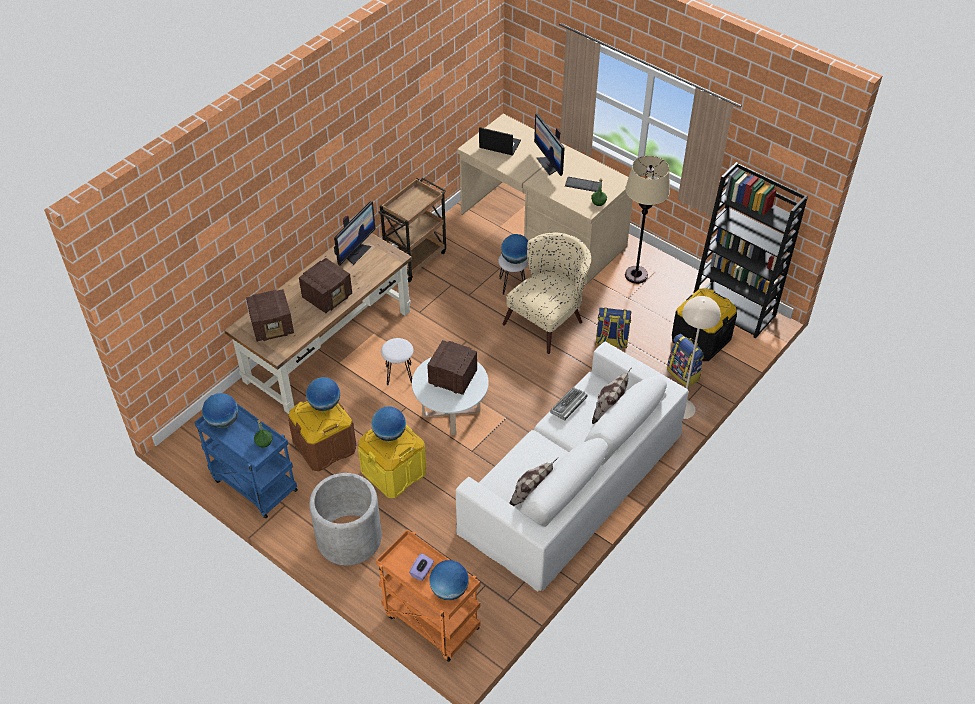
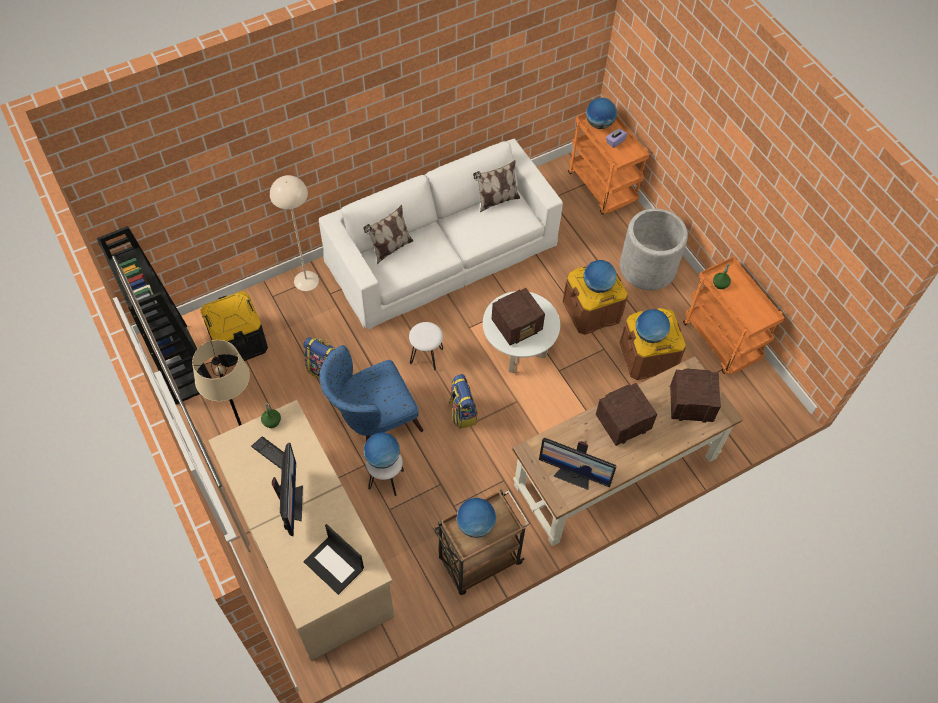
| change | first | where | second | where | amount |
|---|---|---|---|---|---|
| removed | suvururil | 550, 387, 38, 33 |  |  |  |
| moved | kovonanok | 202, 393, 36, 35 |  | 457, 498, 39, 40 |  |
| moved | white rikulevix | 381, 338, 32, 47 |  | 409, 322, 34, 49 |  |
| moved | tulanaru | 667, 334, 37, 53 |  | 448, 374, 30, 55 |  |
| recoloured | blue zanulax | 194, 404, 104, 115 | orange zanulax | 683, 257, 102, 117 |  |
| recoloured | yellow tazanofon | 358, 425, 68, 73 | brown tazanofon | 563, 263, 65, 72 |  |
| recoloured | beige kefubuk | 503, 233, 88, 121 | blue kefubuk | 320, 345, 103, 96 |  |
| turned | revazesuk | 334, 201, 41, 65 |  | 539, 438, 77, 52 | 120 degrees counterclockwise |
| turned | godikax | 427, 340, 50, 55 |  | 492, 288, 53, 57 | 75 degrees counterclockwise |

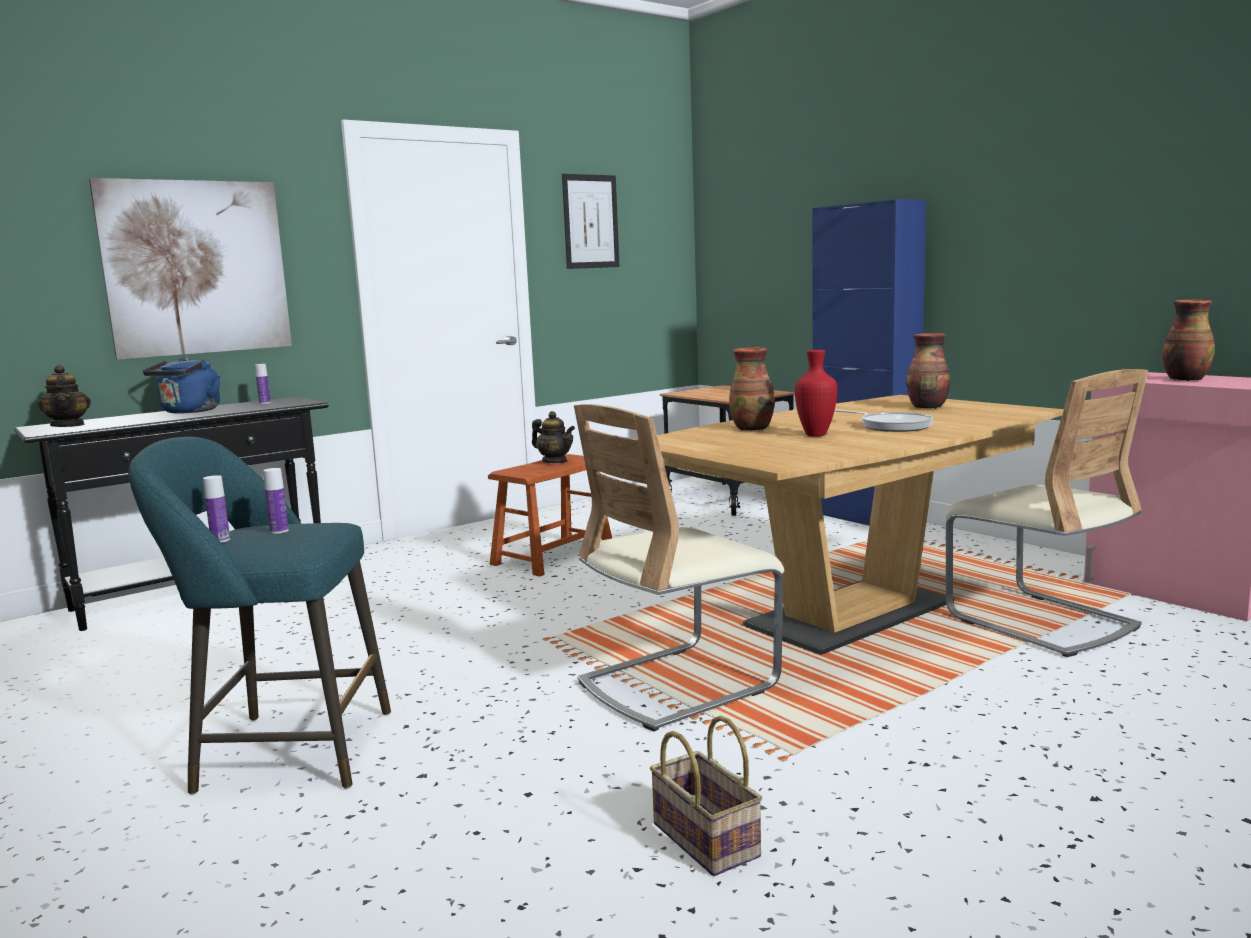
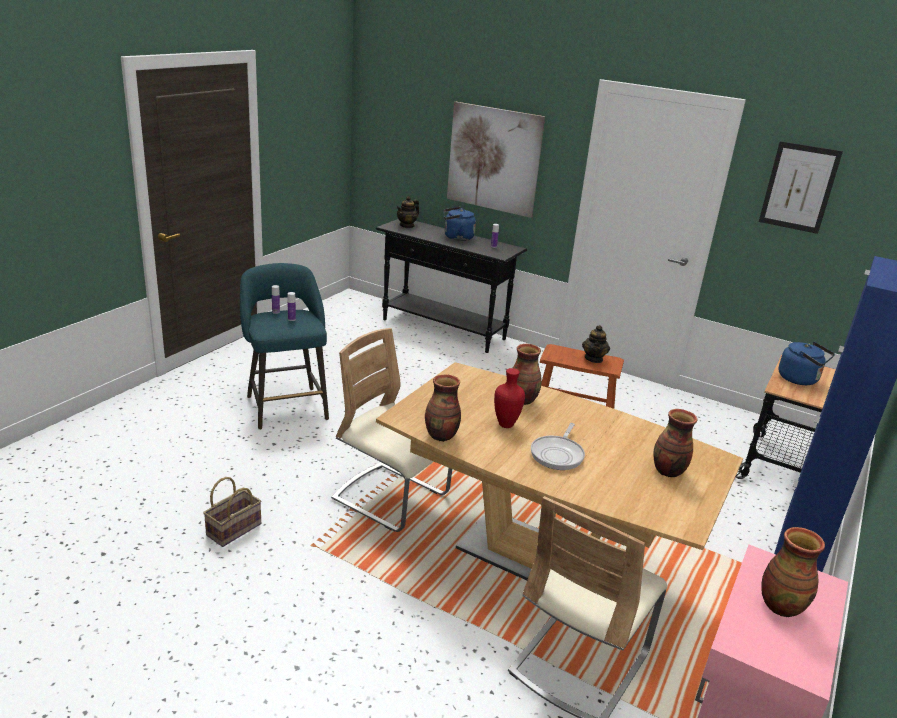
| change | first | where | second | where | amount |
|---|---|---|---|---|---|
| added |  |  | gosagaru | 425, 374, 36, 68 |  |
| added |  |  | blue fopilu | 778, 342, 57, 43 |  |

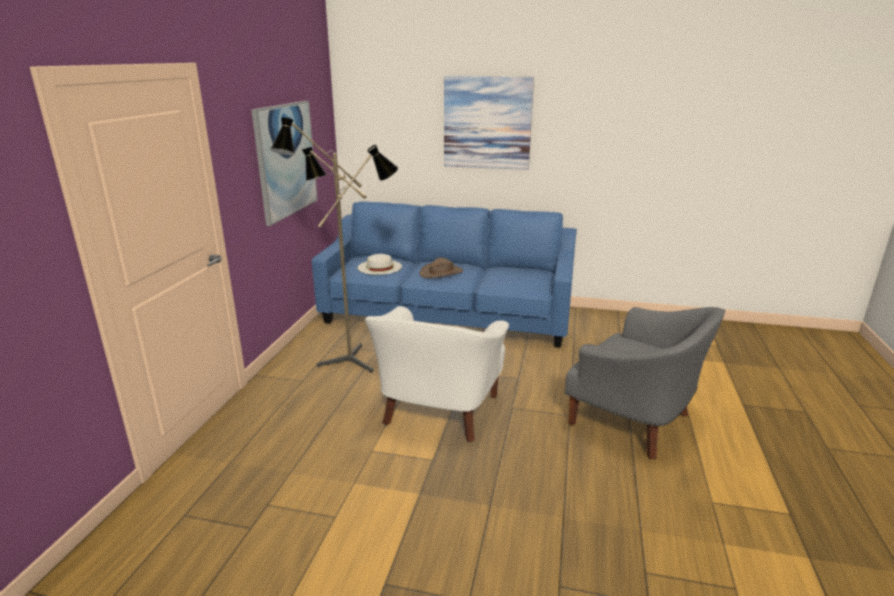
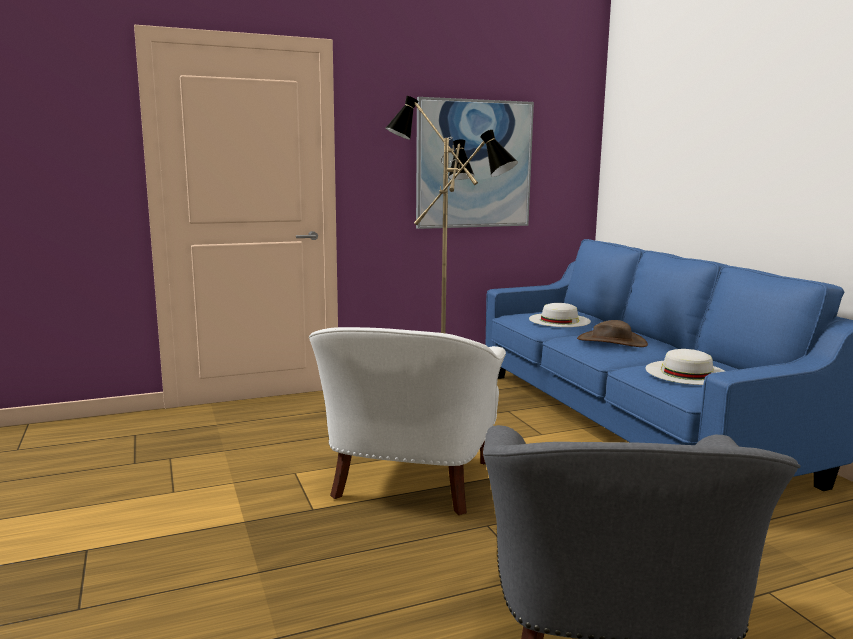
| change | first | where | second | where | amount |
|---|---|---|---|---|---|
| removed | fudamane | 444, 76, 90, 94 |  |  |  |
| added |  |  | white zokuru | 646, 349, 79, 36 |  |
| turned | white kefubuk | 365, 306, 144, 136 |  | 309, 327, 197, 188 | 60 degrees counterclockwise |

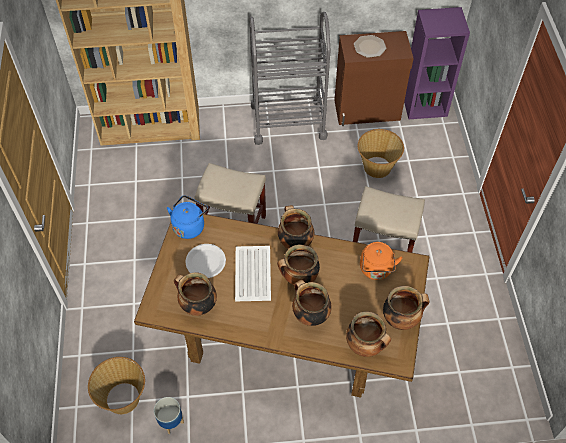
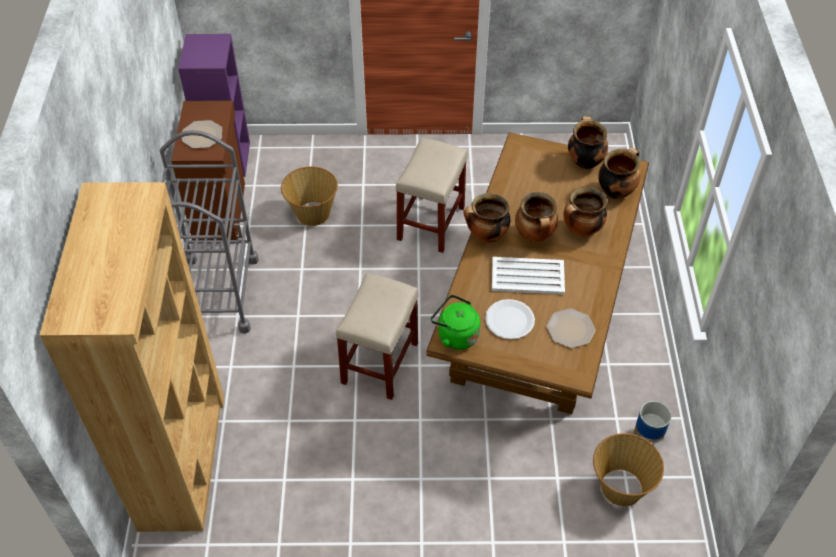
| change | first | where | second | where | amount |
|---|---|---|---|---|---|
| removed | orange fopilu | 360, 242, 43, 38 |  |  |  |
| replaced | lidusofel | 174, 272, 43, 44 | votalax | 546, 309, 49, 39 |  |
| recoloured | blue fopilu | 167, 195, 41, 44 | green fopilu | 431, 295, 49, 55 |  |

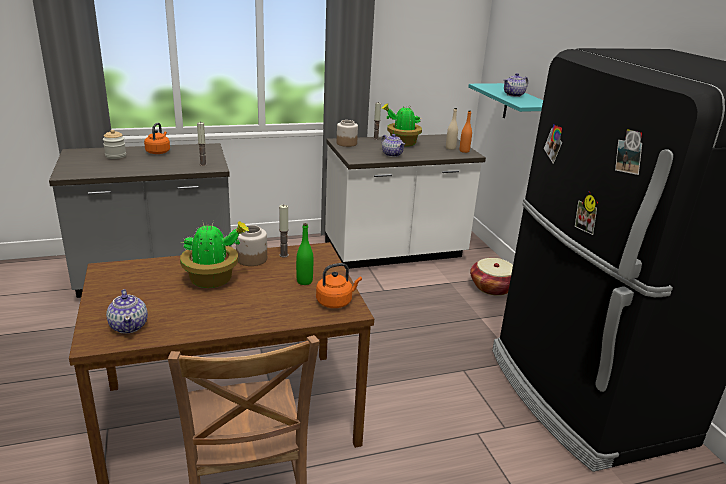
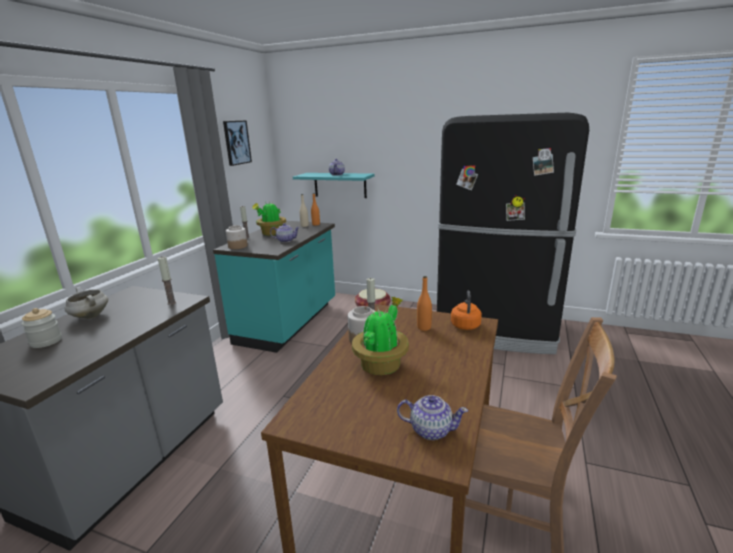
| change | first | where | second | where | amount |
|---|---|---|---|---|---|
| added |  |  | fudamane | 223, 120, 29, 46 |  |
| replaced | orange fopilu | 144, 123, 26, 31 | white lidusofel | 64, 286, 44, 33 |  |
| recoloured | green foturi | 296, 223, 17, 62 | orange foturi | 417, 276, 15, 55 |  |
| recoloured | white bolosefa | 325, 134, 161, 135 | turquoise bolosefa | 213, 221, 122, 132 |  |

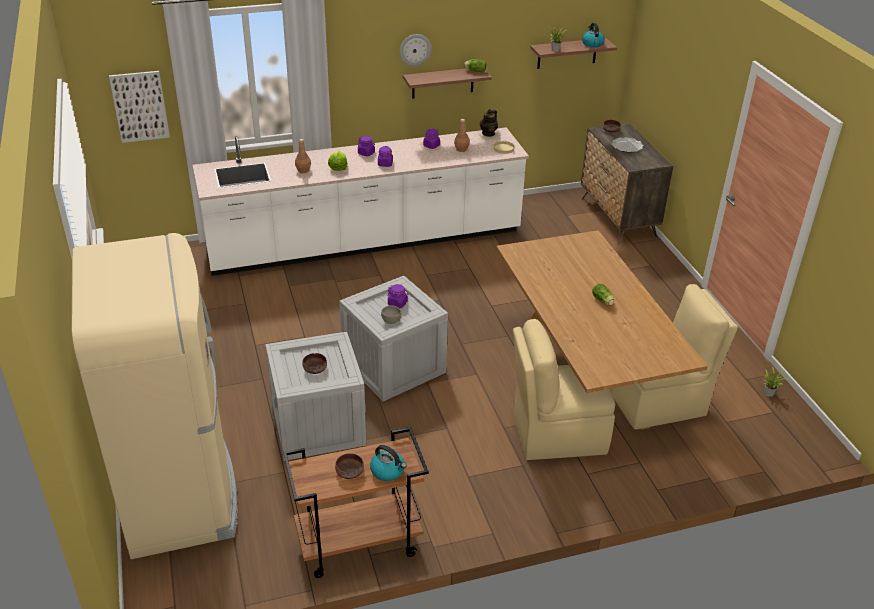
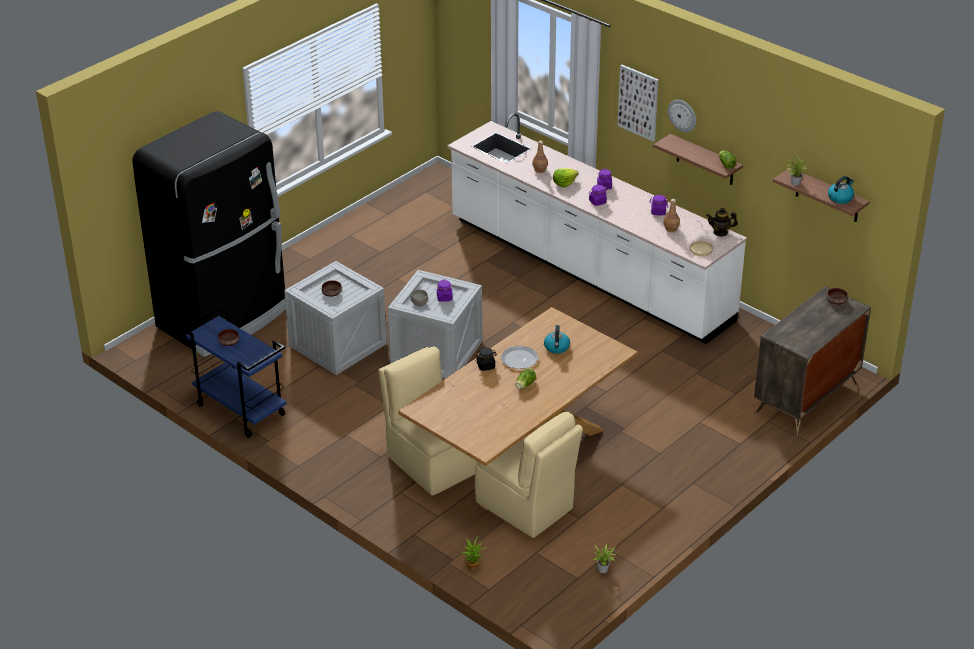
| change | first | where | second | where | amount |
|---|---|---|---|---|---|
| added |  |  | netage | 462, 536, 25, 34 |  |
| added |  |  | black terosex | 476, 347, 21, 24 |  |
| moved | fudamane | 109, 71, 61, 72 |  | 617, 65, 42, 77 |  |
| moved | fopilu | 370, 445, 37, 36 |  | 544, 325, 26, 29 |  |
| moved | votalax | 611, 137, 33, 16 |  | 501, 346, 38, 23 |  |
| recoloured | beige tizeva | 71, 233, 167, 326 | black tizeva | 132, 111, 154, 246 |  |
| recoloured | brown zanulax | 283, 427, 146, 151 | blue zanulax | 181, 307, 106, 131 |  |

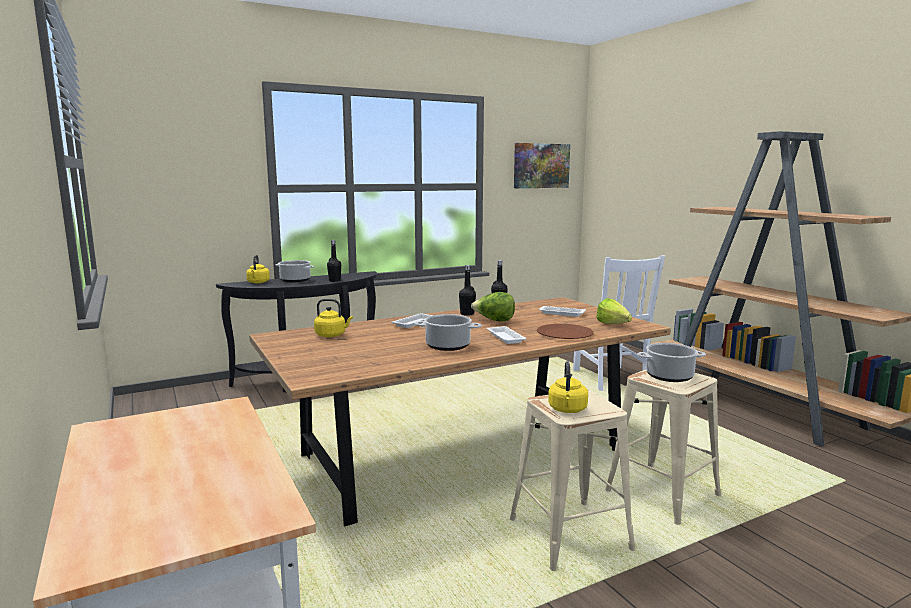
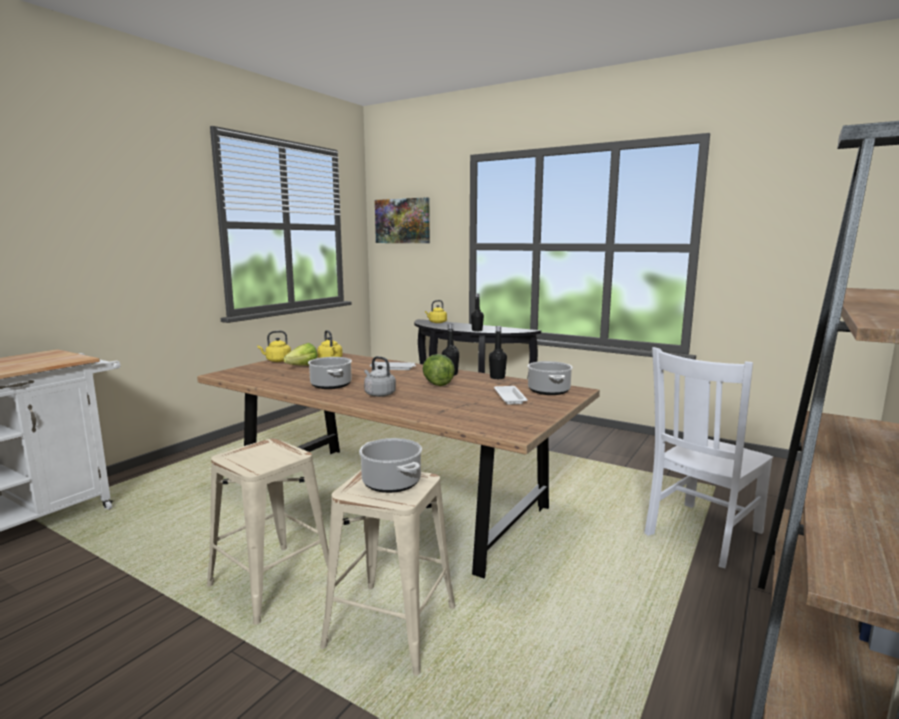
| change | first | where | second | where | amount |
|---|---|---|---|---|---|
| removed | brown votalax | 537, 324, 56, 15 |  |  |  |
| moved | lidusofel | 275, 260, 39, 22 |  | 528, 361, 45, 34 |  |
| moved | fudamane | 514, 143, 56, 45 |  | 375, 197, 55, 46 |  |
| moved | yellow fopilu | 548, 361, 40, 52 |  | 257, 331, 34, 31 |  |
| moved | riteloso | 596, 298, 36, 26 |  | 284, 343, 34, 23 |  |
| replaced | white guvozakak | 487, 326, 39, 18 | grey fopilu | 364, 356, 32, 41 |  |

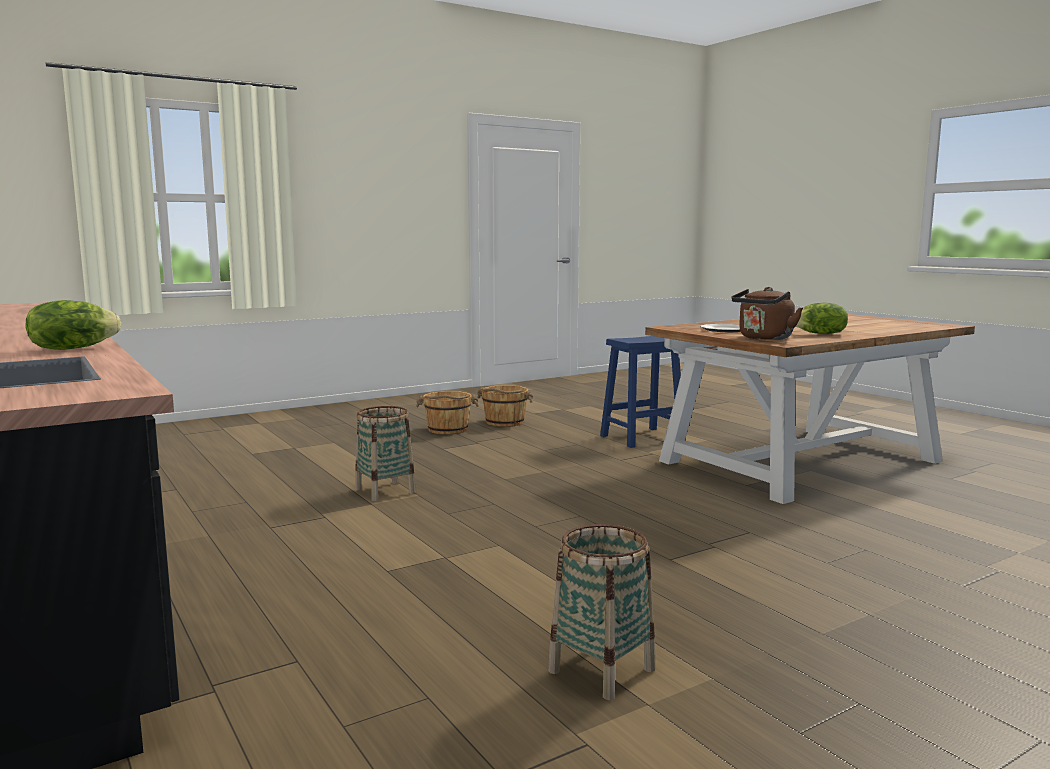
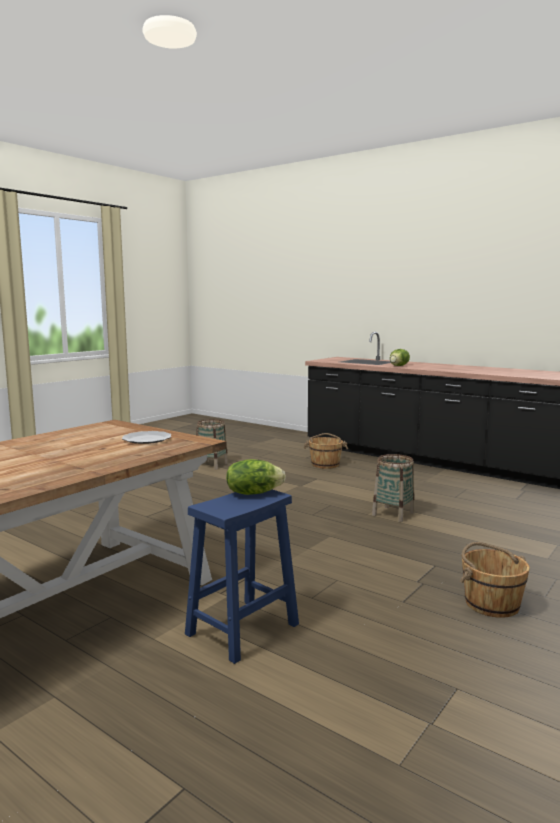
| change | first | where | second | where | amount |
|---|---|---|---|---|---|
| removed | brown fopilu | 731, 287, 72, 53 |  |  |  |
| moved | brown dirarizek | 477, 385, 56, 42 |  | 304, 433, 44, 36 |  |
| moved | riteloso | 795, 303, 53, 31 |  | 226, 459, 60, 36 |  |

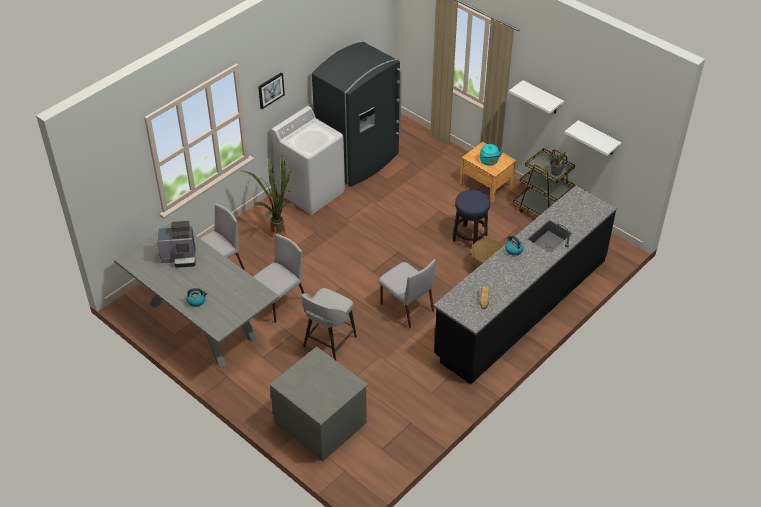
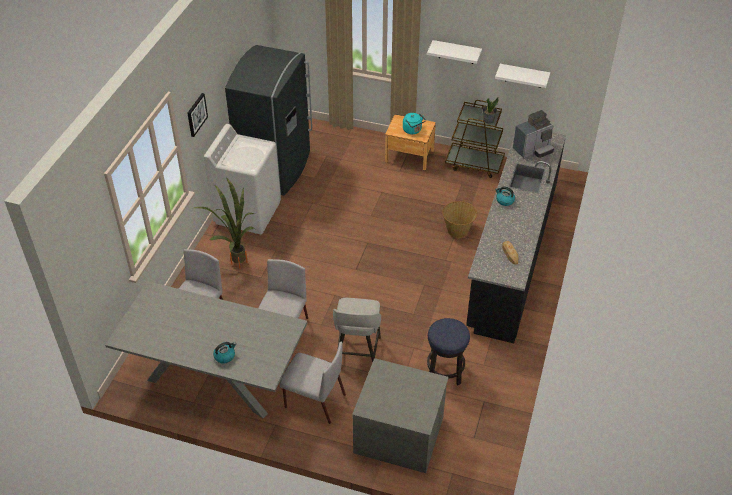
| change | first | where | second | where | amount |
|---|---|---|---|---|---|
| moved | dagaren | 157, 221, 39, 47 |  | 513, 110, 41, 48 |  |
| moved | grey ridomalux | 378, 259, 58, 69 |  | 280, 341, 66, 83 |  |
| moved | rikulevix | 452, 190, 38, 54 |  | 427, 318, 43, 67 |  |

